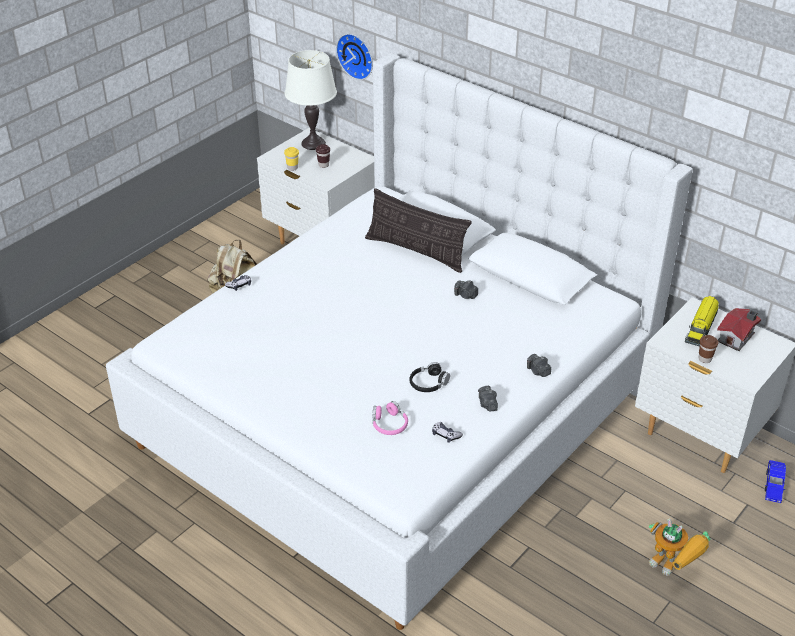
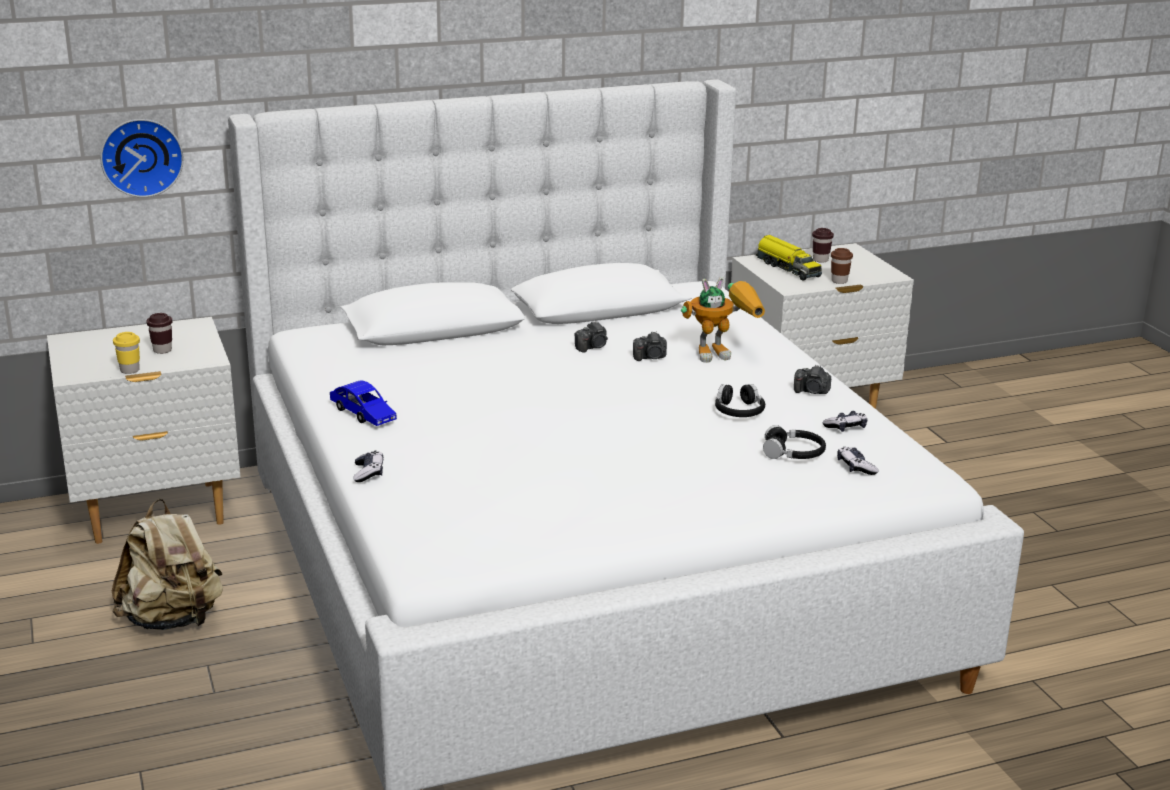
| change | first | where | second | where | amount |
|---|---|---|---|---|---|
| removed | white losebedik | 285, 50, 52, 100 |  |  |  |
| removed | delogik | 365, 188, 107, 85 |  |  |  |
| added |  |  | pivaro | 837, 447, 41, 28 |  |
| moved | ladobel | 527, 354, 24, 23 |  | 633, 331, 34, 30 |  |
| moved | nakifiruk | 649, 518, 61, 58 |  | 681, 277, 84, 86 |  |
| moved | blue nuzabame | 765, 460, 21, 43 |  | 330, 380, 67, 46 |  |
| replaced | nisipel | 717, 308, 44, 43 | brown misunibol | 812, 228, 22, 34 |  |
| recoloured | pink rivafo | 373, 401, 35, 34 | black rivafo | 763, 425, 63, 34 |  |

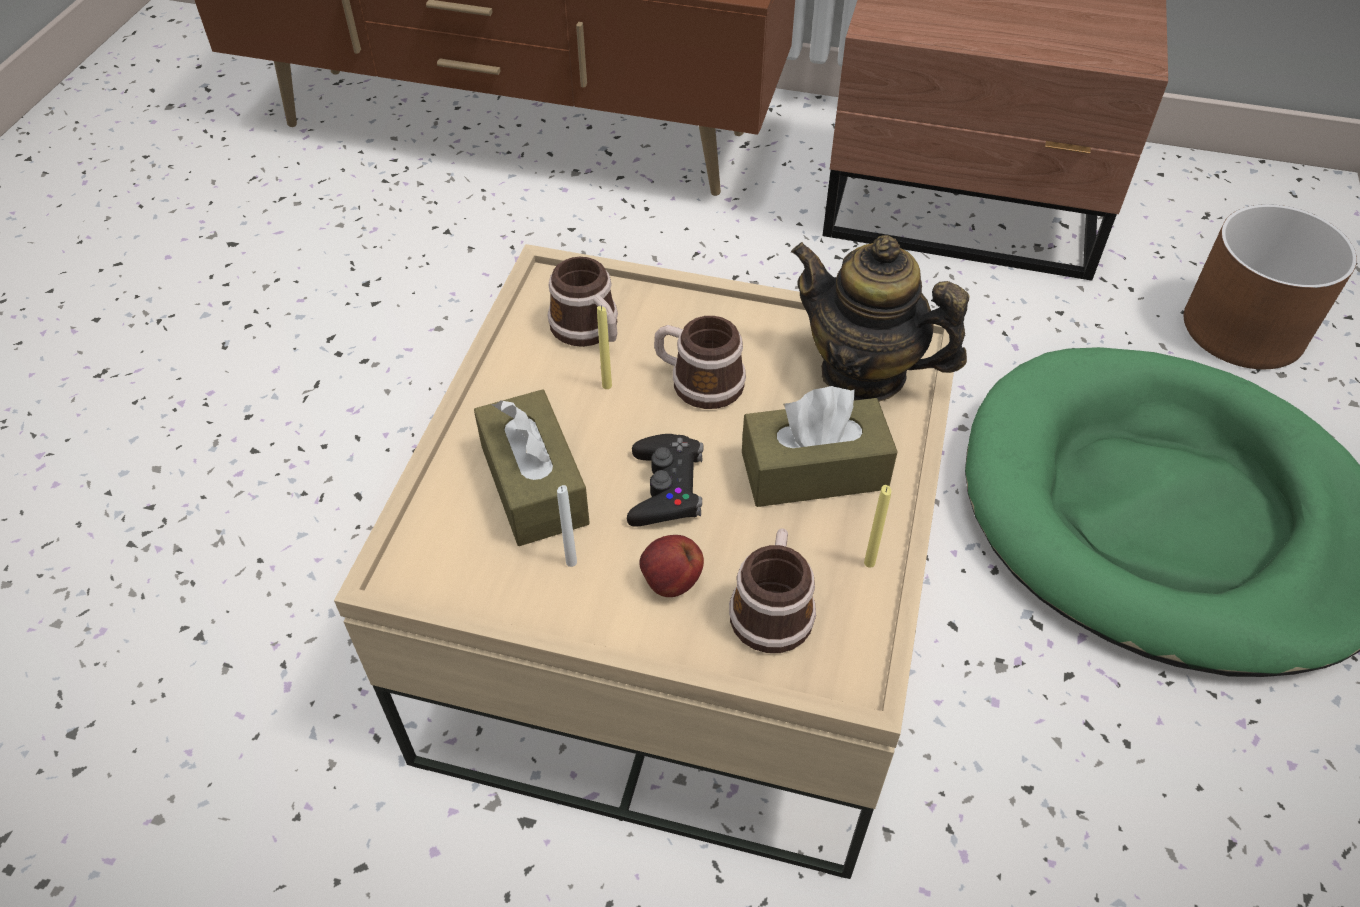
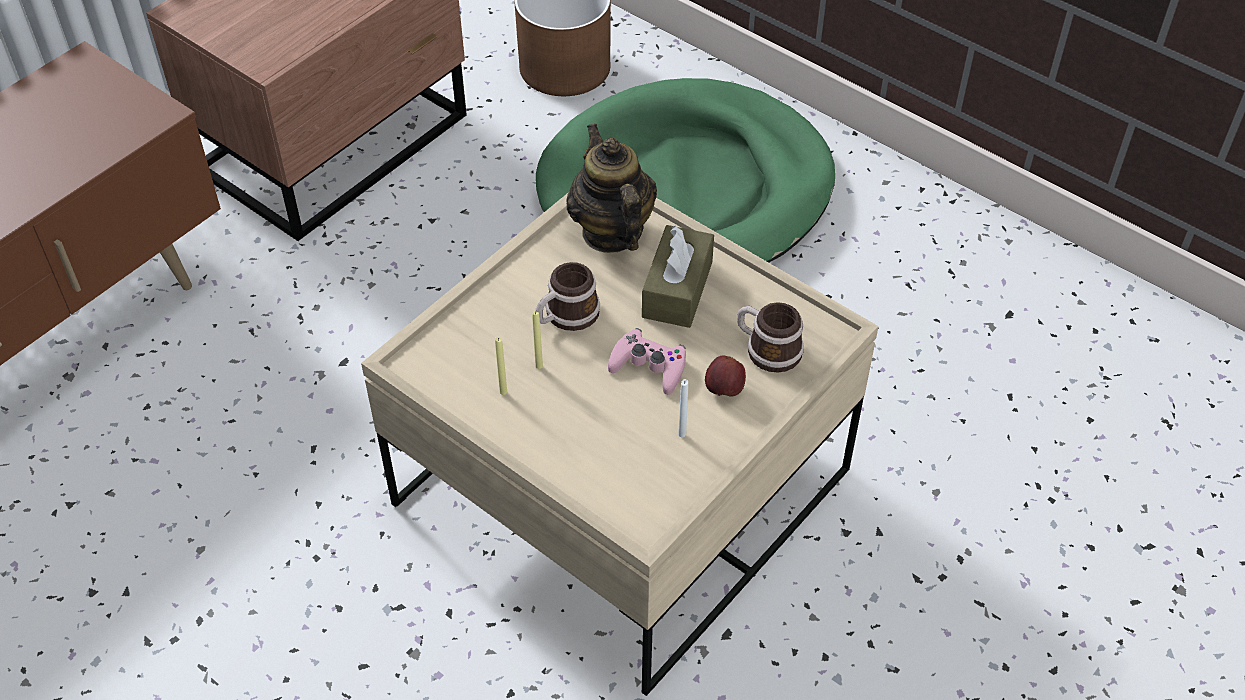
| change | first | where | second | where | amount |
|---|---|---|---|---|---|
| removed | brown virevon | 474, 389, 116, 157 |  |  |  |
| removed | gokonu | 548, 257, 70, 90 |  |  |  |
| moved | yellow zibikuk | 864, 485, 27, 83 |  | 495, 337, 12, 58 |  |
| recoloured | black pivaro | 627, 434, 76, 93 | pink pivaro | 608, 328, 78, 67 |  |
| turned | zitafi | 791, 235, 178, 167 |  | 566, 124, 91, 129 | 105 degrees clockwise |

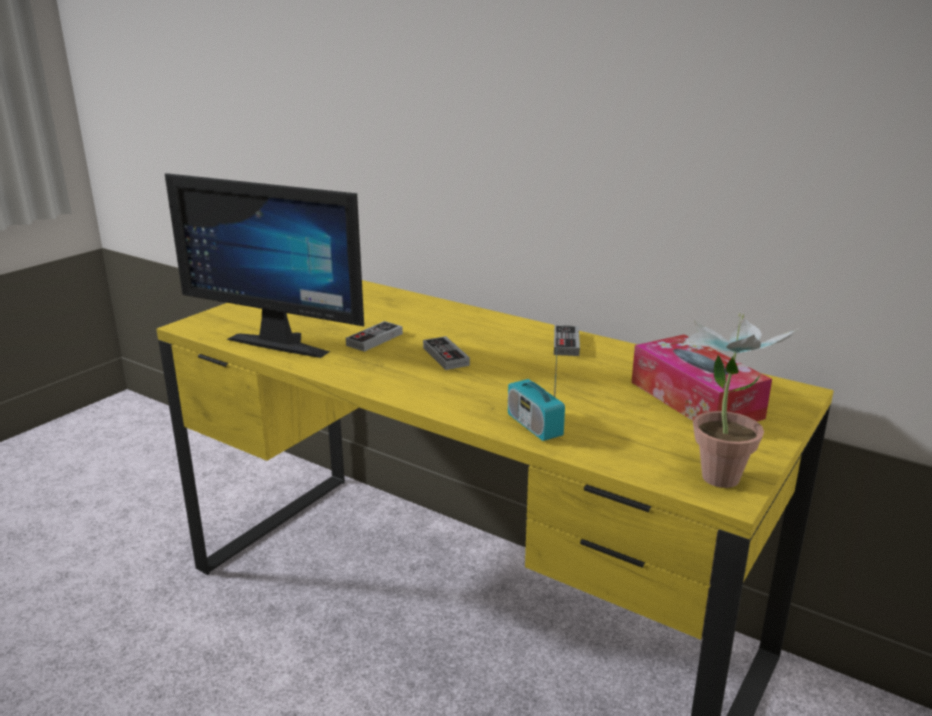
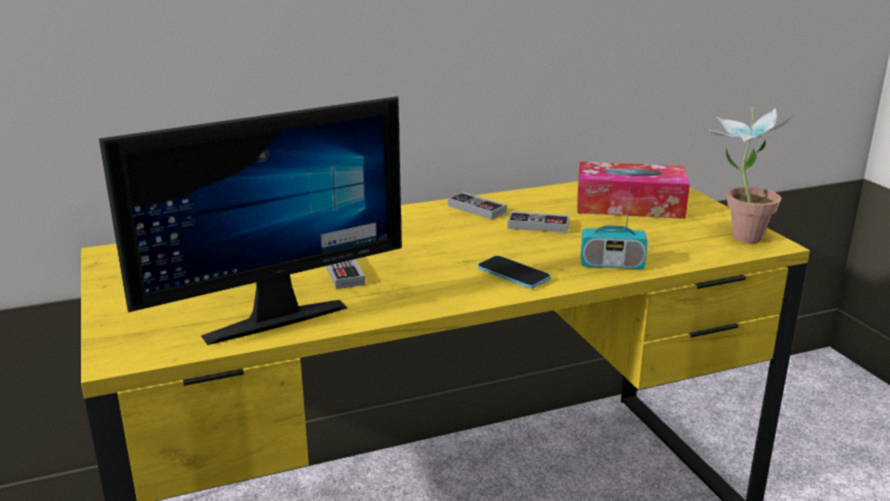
| change | first | where | second | where | amount |
|---|---|---|---|---|---|
| added |  |  | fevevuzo | 478, 256, 73, 33 |  |
| moved | pivaro | 423, 336, 47, 34 |  | 508, 211, 61, 22 |  |

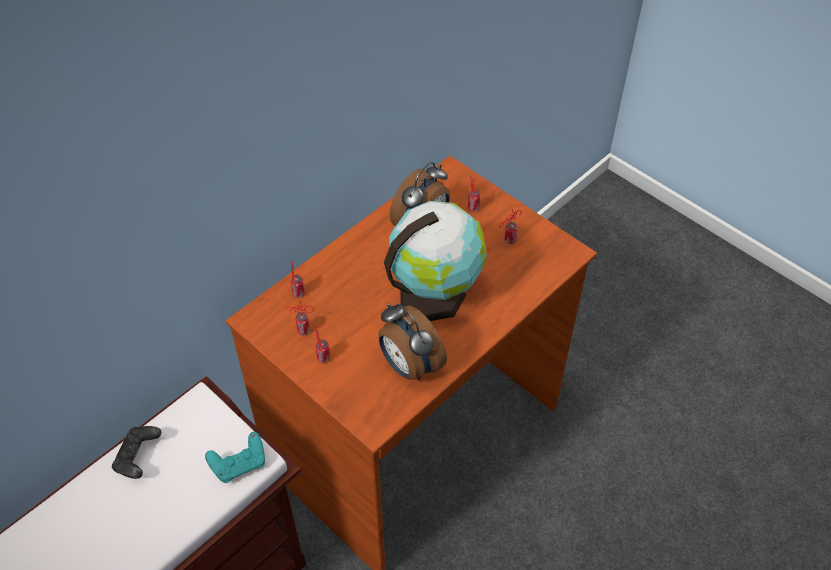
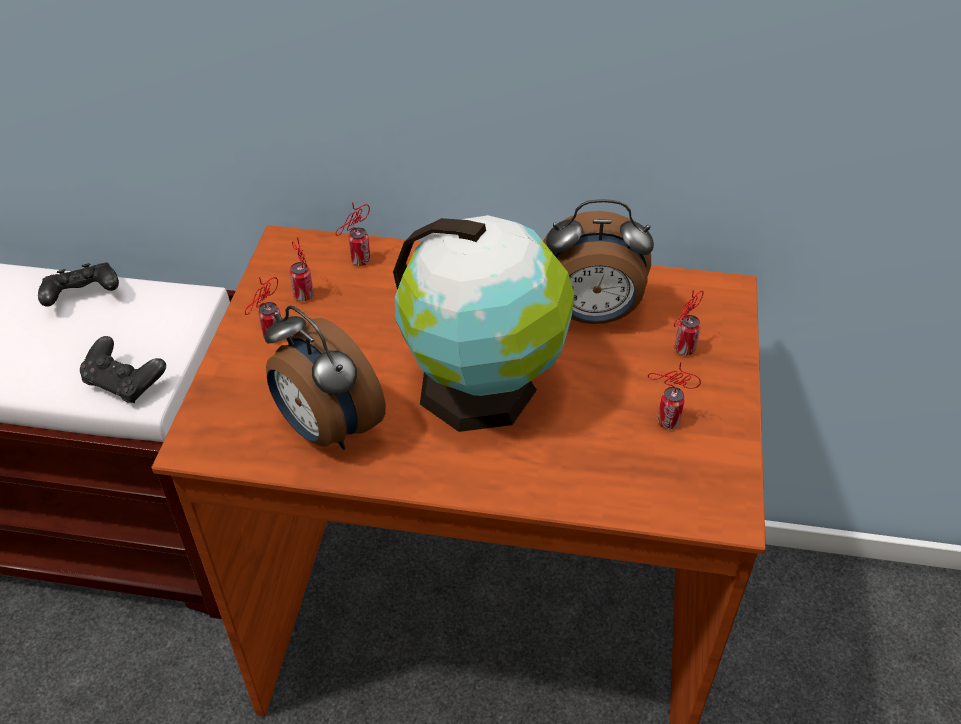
| change | first | where | second | where | amount |
|---|---|---|---|---|---|
| recoloured | turquoise pivaro | 205, 432, 60, 51 | black pivaro | 80, 336, 86, 67 |  |
| turned | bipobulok | 379, 303, 68, 78 |  | 264, 305, 122, 145 | 60 degrees counterclockwise |

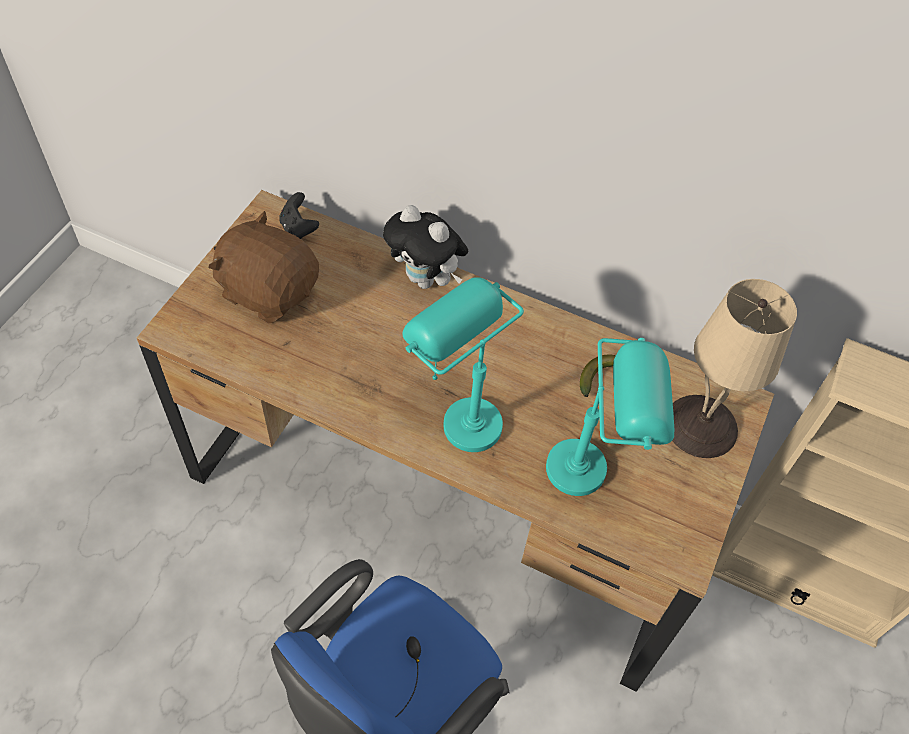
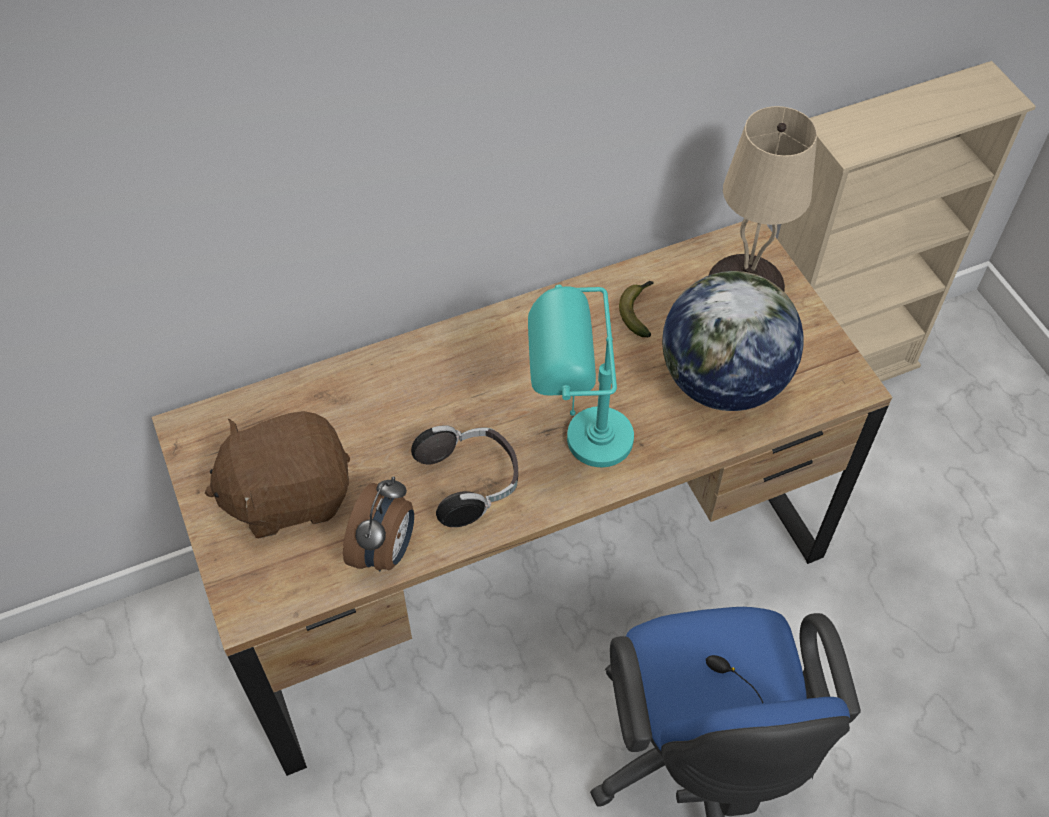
| change | first | where | second | where | amount |
|---|---|---|---|---|---|
| removed | black pivaro | 279, 192, 40, 47 |  |  |  |
| removed | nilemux | 383, 205, 85, 84 |  |  |  |
| added |  |  | bipobulok | 343, 476, 71, 95 |  |
| added |  |  | rivafo | 411, 425, 107, 102 |  |
| replaced | turquoise losebedik | 546, 338, 128, 158 | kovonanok | 662, 271, 142, 140 |  |

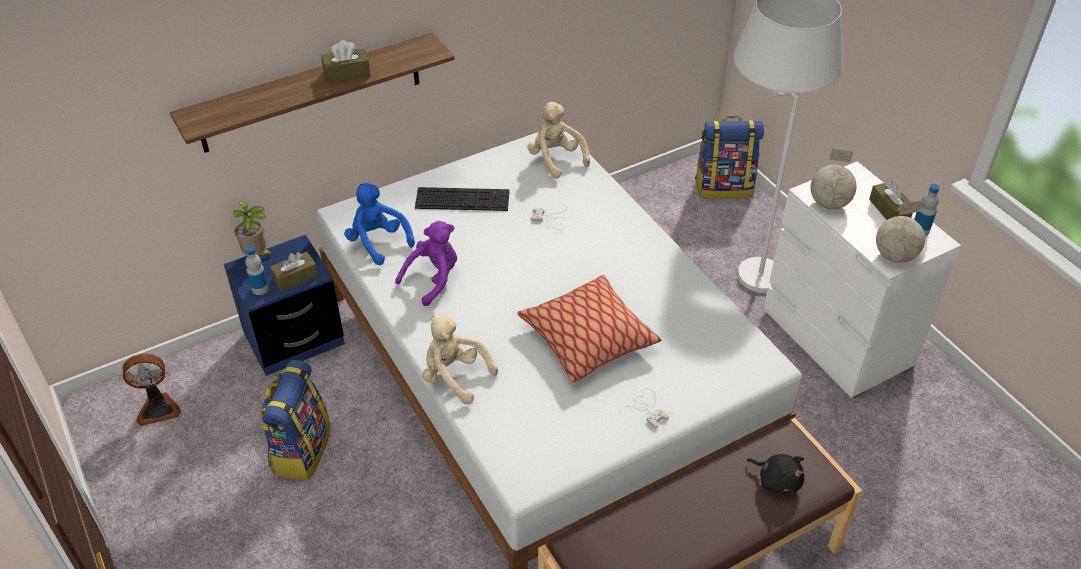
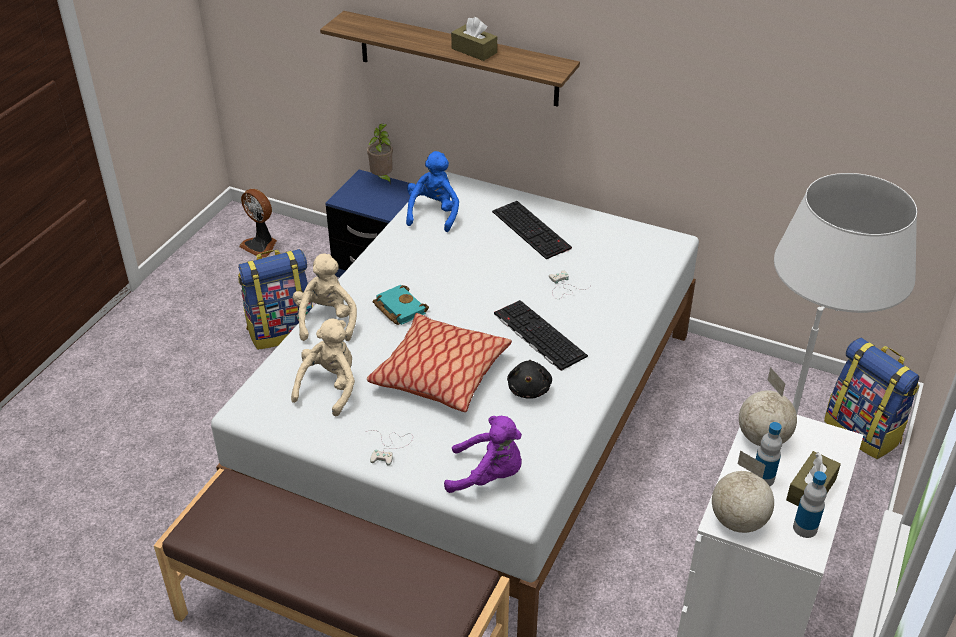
| change | first | where | second | where | amount |
|---|---|---|---|---|---|
| removed | brown virevon | 270, 252, 48, 40 |  |  |  |
| added |  |  | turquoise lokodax | 373, 285, 56, 40 |  |
| added |  |  | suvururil | 494, 300, 94, 71 |  |
| moved | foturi | 245, 246, 24, 49 |  | 756, 422, 26, 64 |  |
| moved | purple nilemux | 395, 221, 62, 85 |  | 444, 416, 78, 77 |  |
| moved | beige nilemux | 527, 102, 63, 77 |  | 291, 319, 64, 97 |  |
| moved | black nilemux | 747, 454, 57, 41 |  | 507, 360, 45, 39 |  |

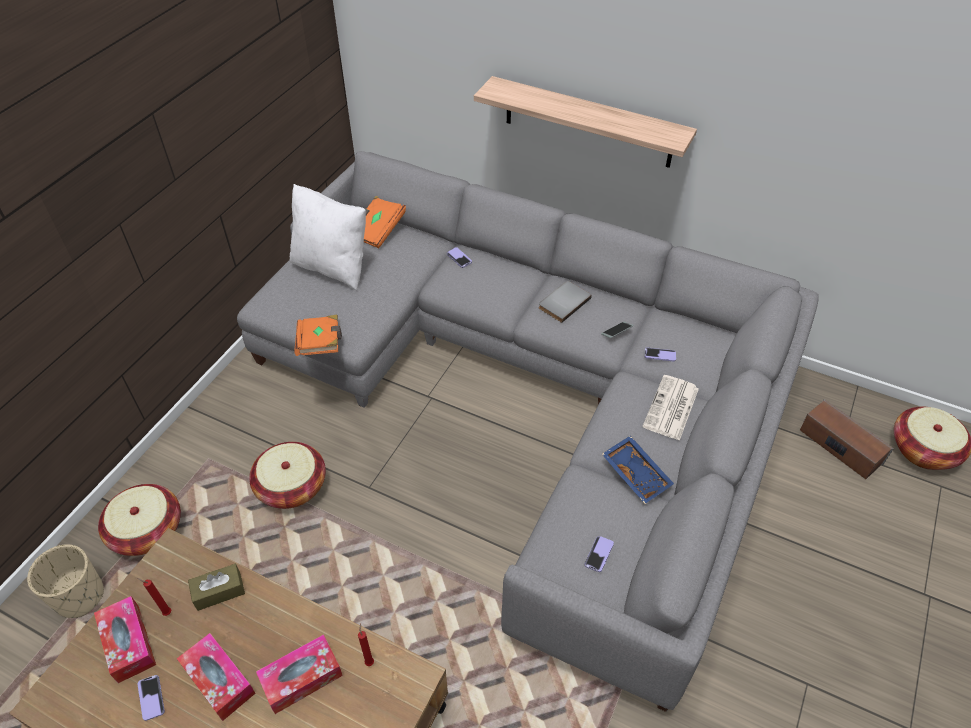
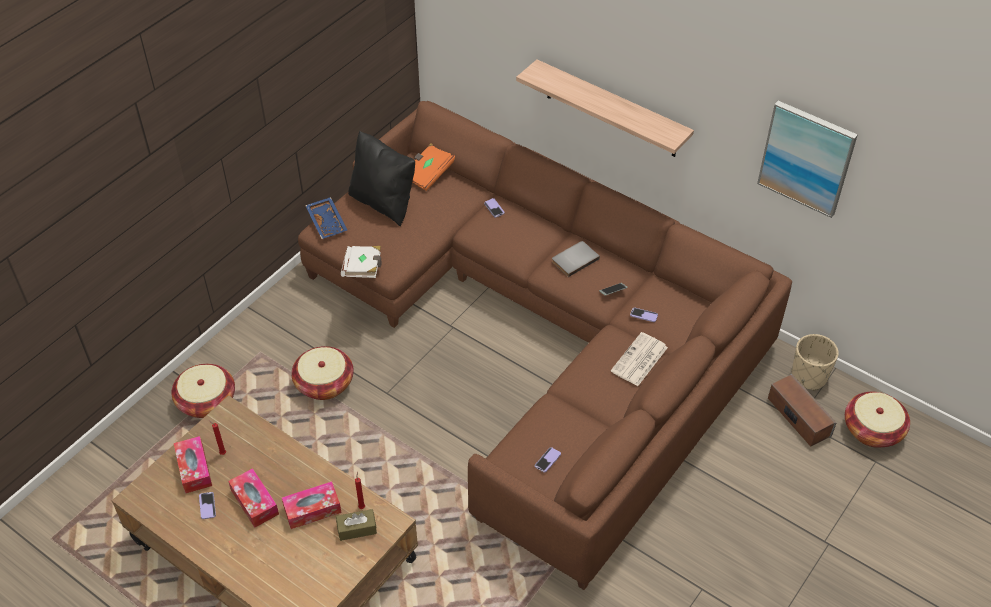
| change | first | where | second | where | amount |
|---|---|---|---|---|---|
| added |  |  | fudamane | 757, 101, 101, 117 |  |
| moved | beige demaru | 27, 544, 77, 74 |  | 791, 334, 48, 56 |  |
| moved | brown virevon | 188, 564, 57, 47 |  | 336, 509, 41, 32 |  |
| moved | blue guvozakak | 602, 436, 72, 68 |  | 305, 197, 42, 42 |  |
| recoloured | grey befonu | 237, 151, 582, 561 | brown befonu | 298, 101, 494, 489 |  |
| recoloured | white delogik | 290, 184, 76, 106 | black delogik | 348, 131, 67, 95 |  |
| recoloured | orange lokodax | 294, 315, 48, 41 | white lokodax | 341, 246, 41, 32 |  |

